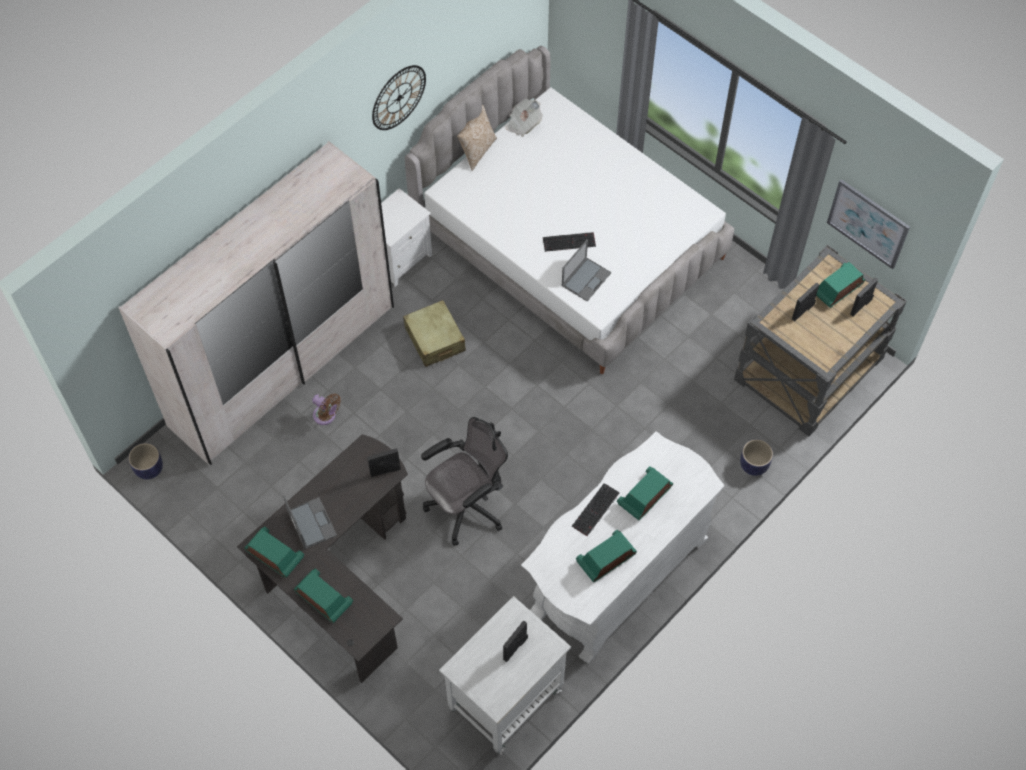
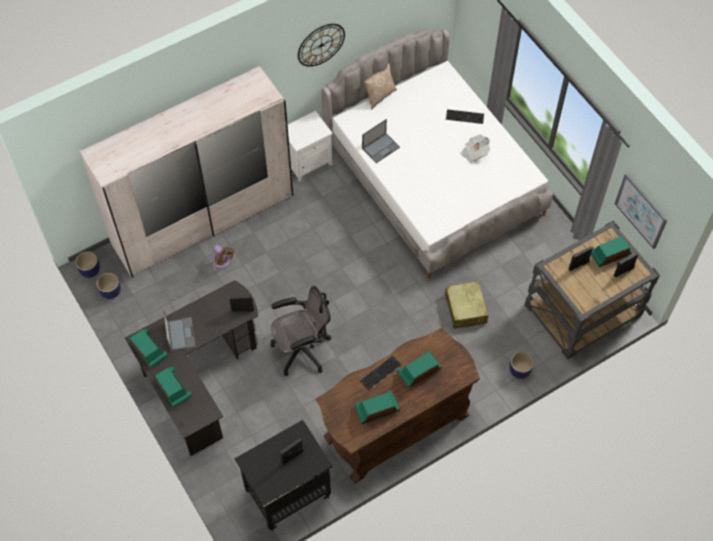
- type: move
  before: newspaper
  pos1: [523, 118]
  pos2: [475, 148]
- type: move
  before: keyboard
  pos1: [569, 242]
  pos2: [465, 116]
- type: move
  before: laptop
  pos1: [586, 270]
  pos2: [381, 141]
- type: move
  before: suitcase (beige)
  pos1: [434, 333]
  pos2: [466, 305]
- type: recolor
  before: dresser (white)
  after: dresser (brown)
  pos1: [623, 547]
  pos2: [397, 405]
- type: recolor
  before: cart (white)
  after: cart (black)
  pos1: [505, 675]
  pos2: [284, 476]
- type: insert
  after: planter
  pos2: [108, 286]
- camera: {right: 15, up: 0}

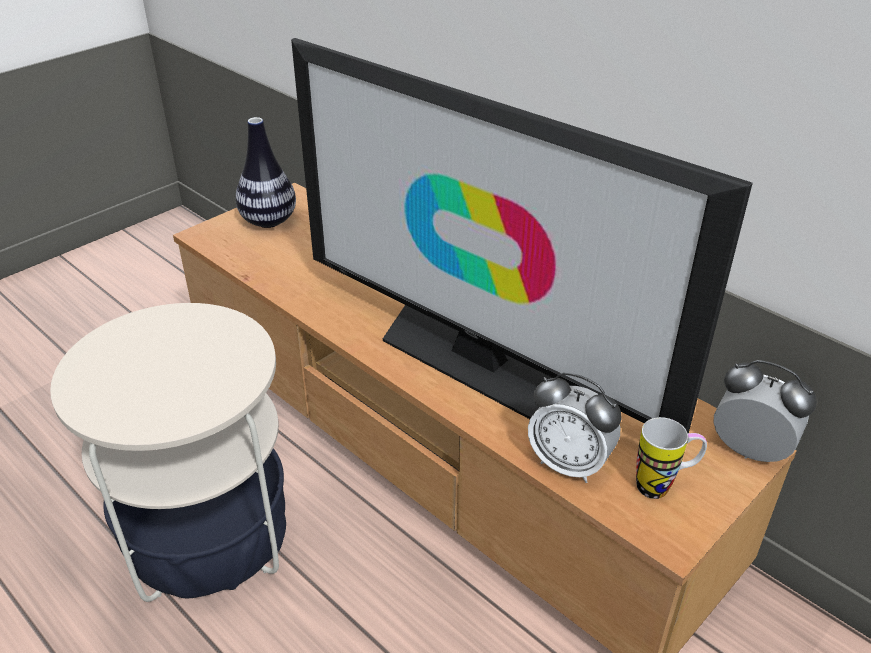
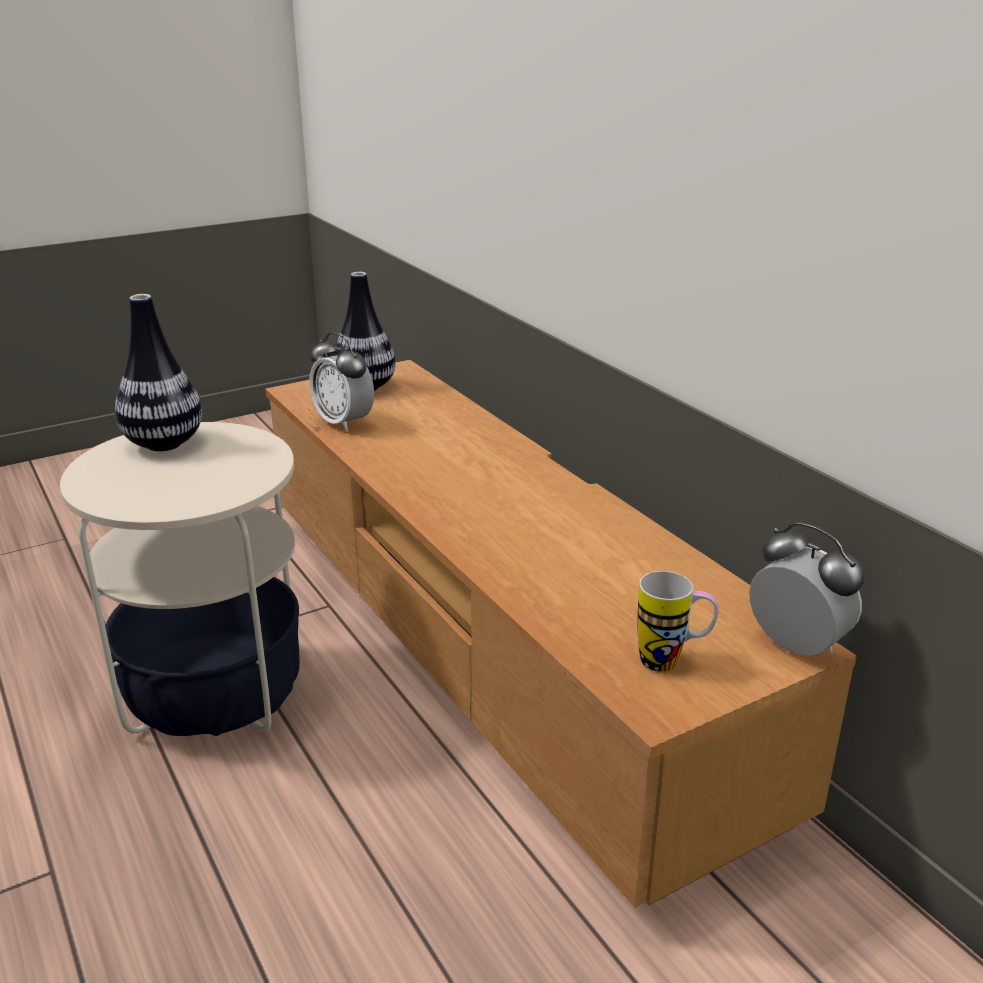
- type: delete
  before: television
  pos1: [522, 235]
- type: move
  before: alarm clock
  pos1: [575, 427]
  pos2: [341, 382]
- type: insert
  after: vase
  pos2: [158, 372]
- camera: {right: 15, up: -10}

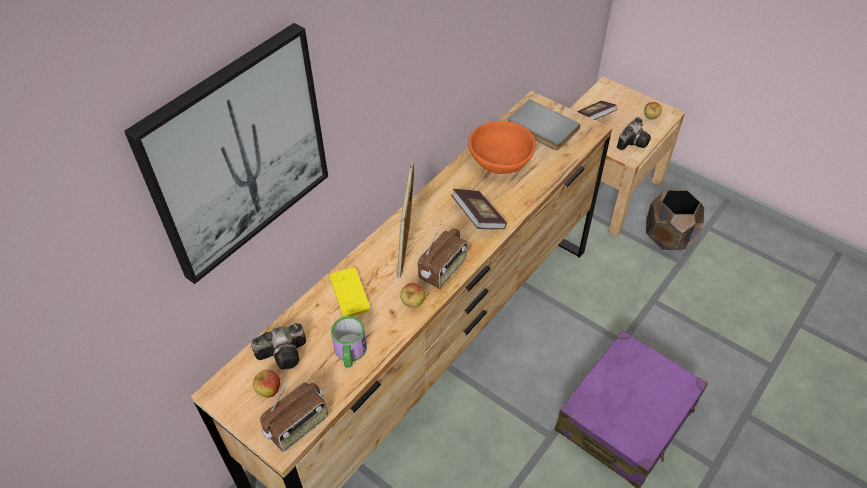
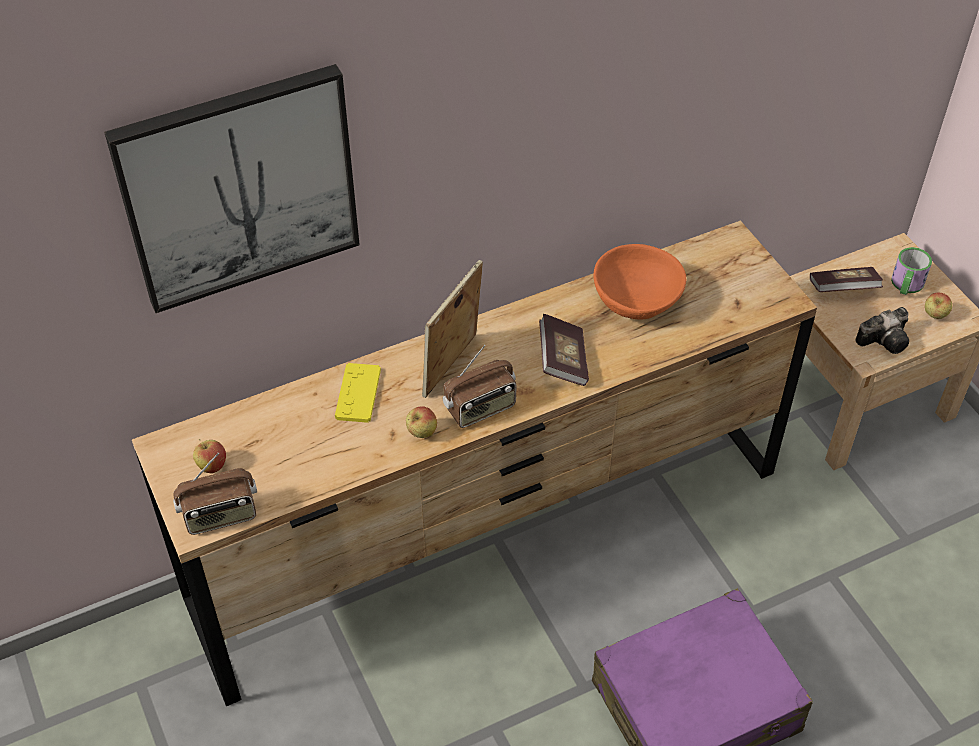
- type: delete
  before: book (grey)
  pos1: [544, 124]
- type: delete
  before: planter (brown)
  pos1: [675, 220]
- type: move
  before: mug
  pos1: [349, 342]
  pos2: [911, 271]
- type: delete
  before: photo camera
  pos1: [278, 346]
- camera: {right: 25, up: 0}

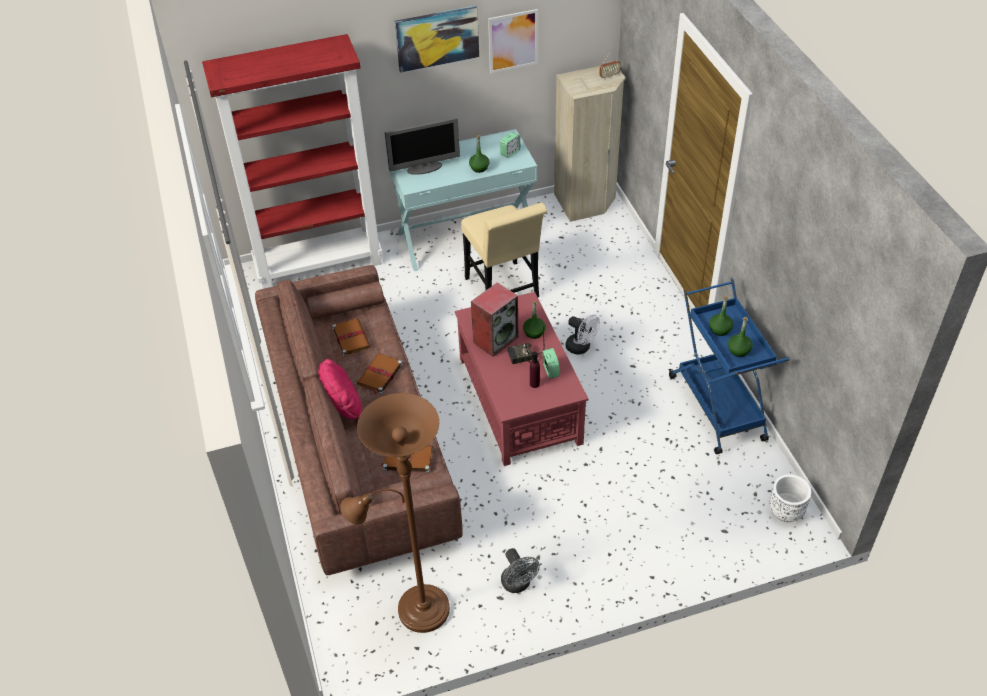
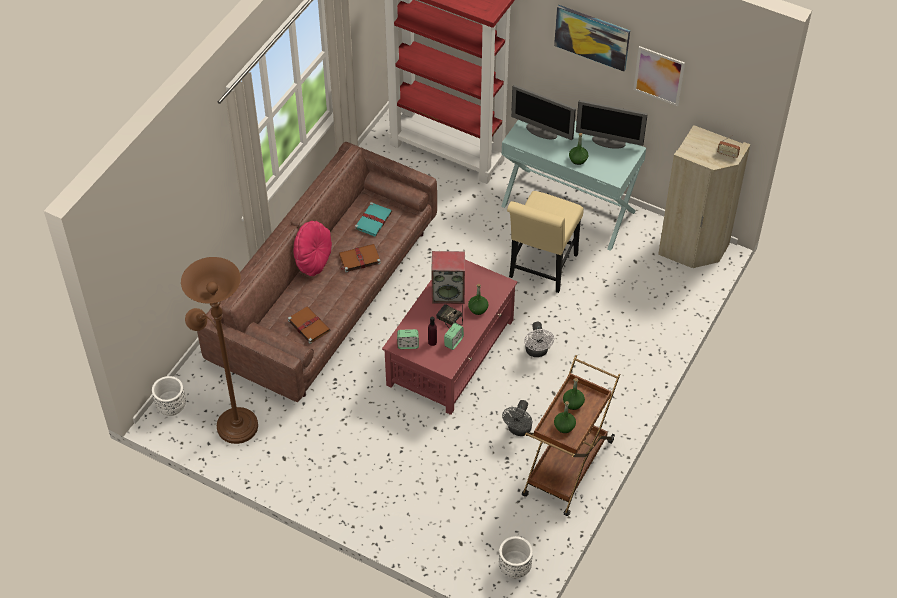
- type: move
  before: alarm clock
  pos1: [510, 145]
  pos2: [408, 339]
- type: recolor
  before: cart (blue)
  after: cart (brown)
  pos1: [729, 366]
  pos2: [571, 435]
- type: recolor
  before: book (brown)
  after: book (turquoise)
  pos1: [351, 337]
  pos2: [373, 219]
- type: move
  before: fan (grey)
  pos1: [520, 570]
  pos2: [517, 418]
- type: insert
  after: monitor
  pos2: [612, 124]
- type: insert
  after: planter (white)
  pos2: [169, 396]
- camera: {right: 45, up: 5}

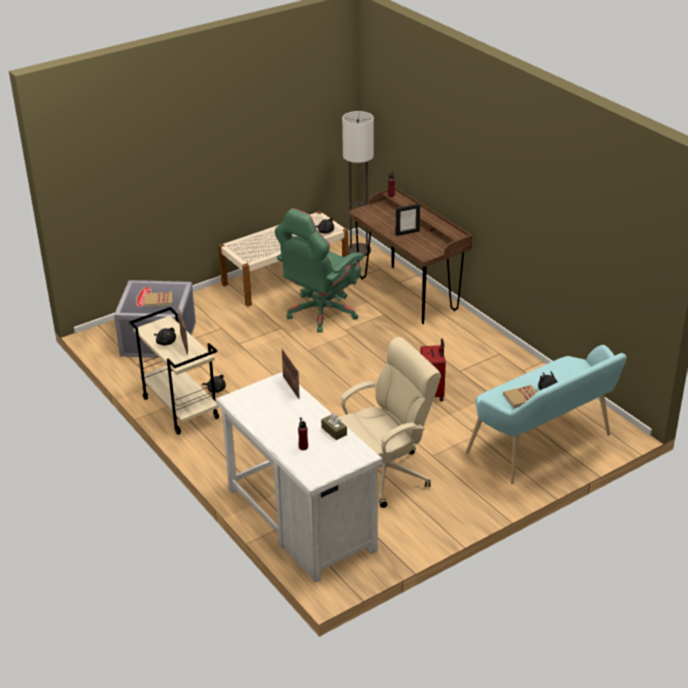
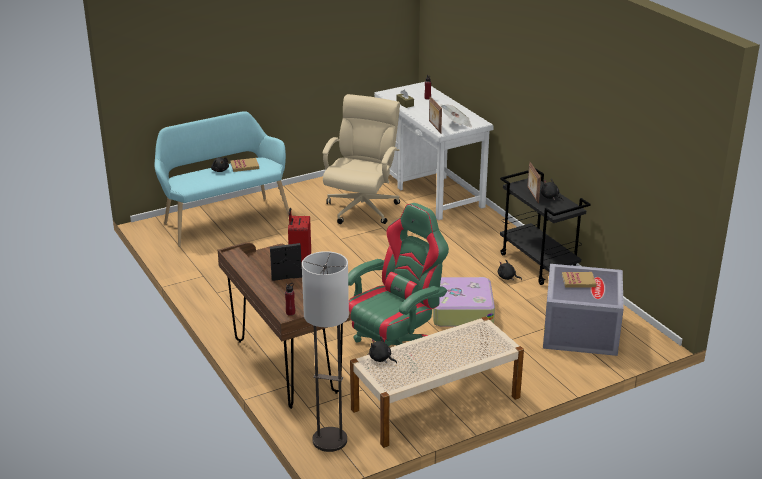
- type: recolor
  before: cart (beige)
  after: cart (black)
  pos1: [174, 371]
  pos2: [545, 226]
- type: rotate
  before: office chair (beige)
  pos1: [390, 422]
  pos2: [361, 159]
  turn: 135
- type: insert
  after: newspaper
  pos2: [456, 115]
- type: insert
  after: suitcase
  pos2: [464, 301]
- camera: {right: -175, up: -5}

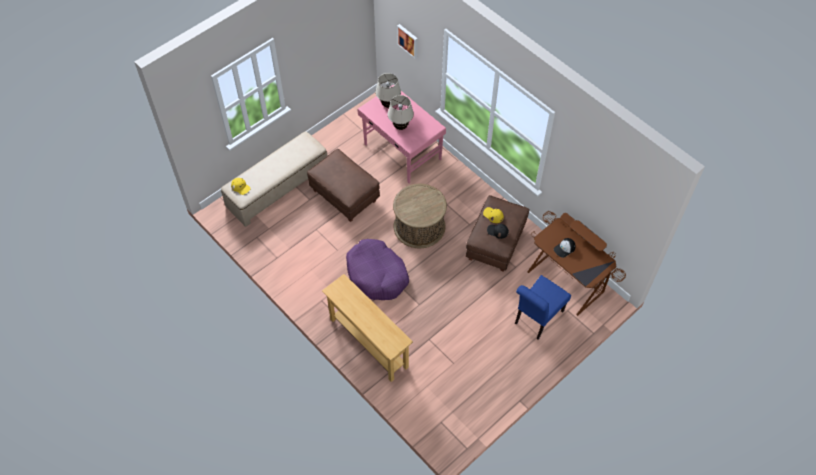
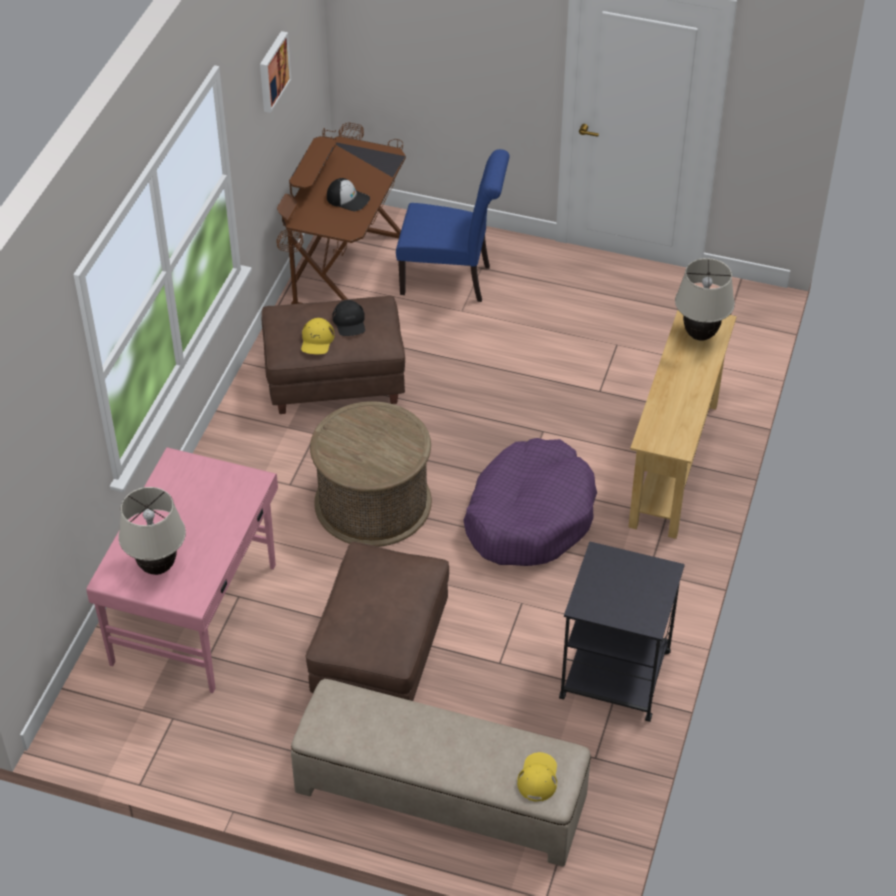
- type: move
  before: picture
  pos1: [407, 41]
  pos2: [275, 72]
- type: move
  before: table lamp (beige)
  pos1: [401, 112]
  pos2: [705, 299]
- type: insert
  after: cart (black)
  pos2: [622, 631]
- camera: {right: -120, up: -10}

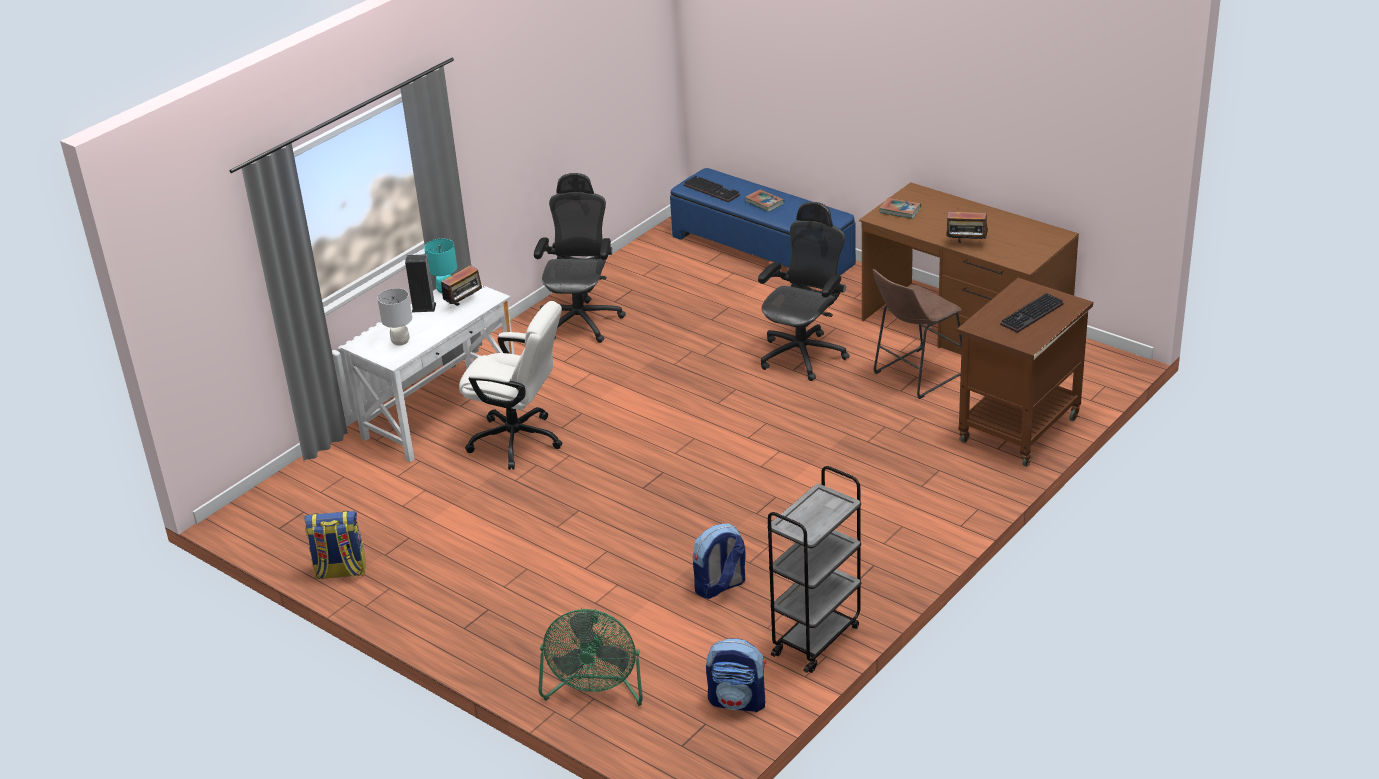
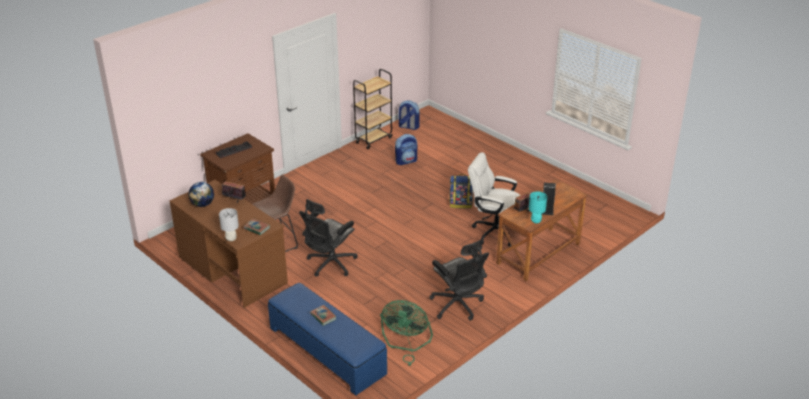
- type: rotate
  before: office chair
  pos1: [580, 258]
  pos2: [459, 280]
  turn: -45
- type: delete
  before: keyboard
  pos1: [712, 188]
- type: recolor
  before: desk (white)
  after: desk (brown)
  pos1: [427, 373]
  pos2: [542, 230]
- type: move
  before: table lamp (grey)
  pos1: [394, 317]
  pos2: [229, 224]
- type: recolor
  before: cart (grey)
  after: cart (brown)
  pos1: [814, 569]
  pos2: [372, 109]
- type: move
  before: backpack
  pos1: [335, 545]
  pos2: [461, 191]
- type: move
  before: fan (green)
  pos1: [590, 657]
  pos2: [406, 333]
- type: insert
  after: globe
  pos2: [201, 194]
- camera: {right: -175, up: 0}

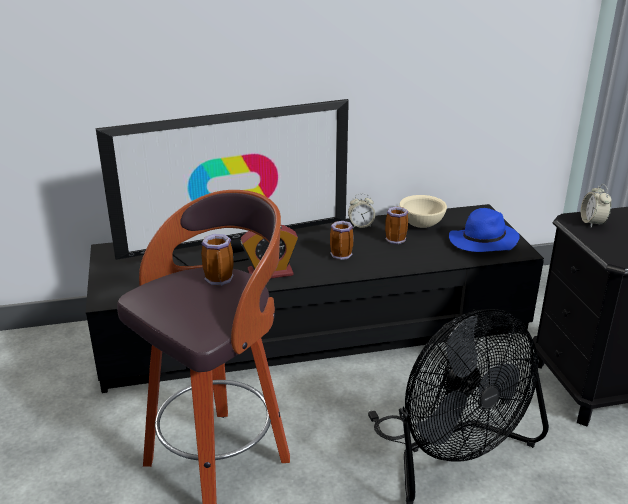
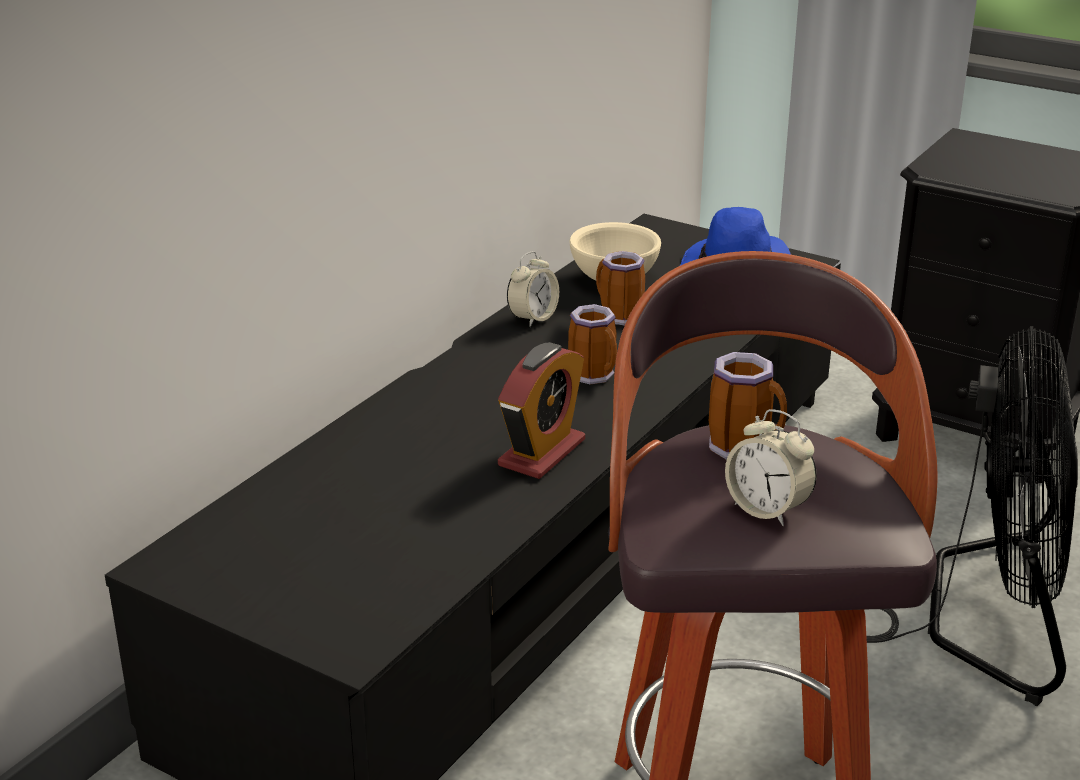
- type: delete
  before: television
  pos1: [222, 182]
- type: move
  before: alarm clock
  pos1: [596, 206]
  pos2: [771, 467]
- camera: {right: -45, up: 0}

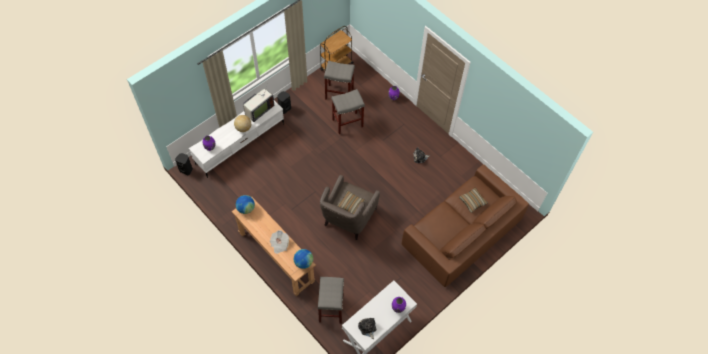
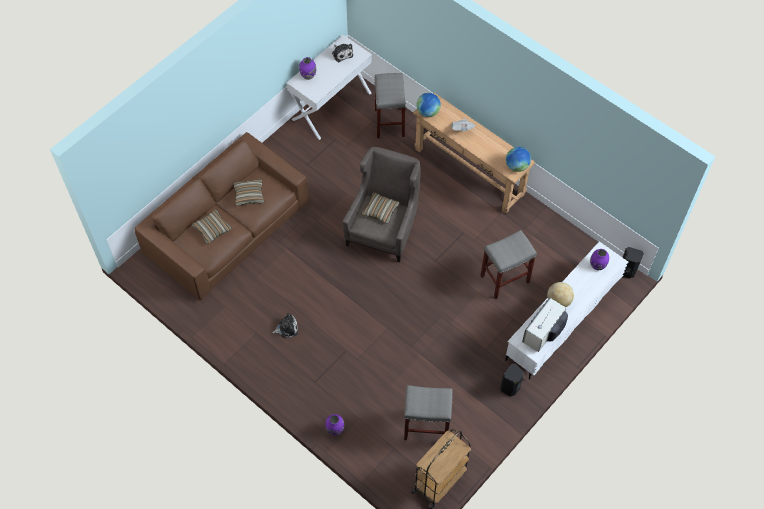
- type: move
  before: stool (grey)
  pos1: [348, 111]
  pos2: [508, 264]
- type: insert
  after: pillow
  pos2: [248, 192]
- camera: {right: 175, up: 0}

